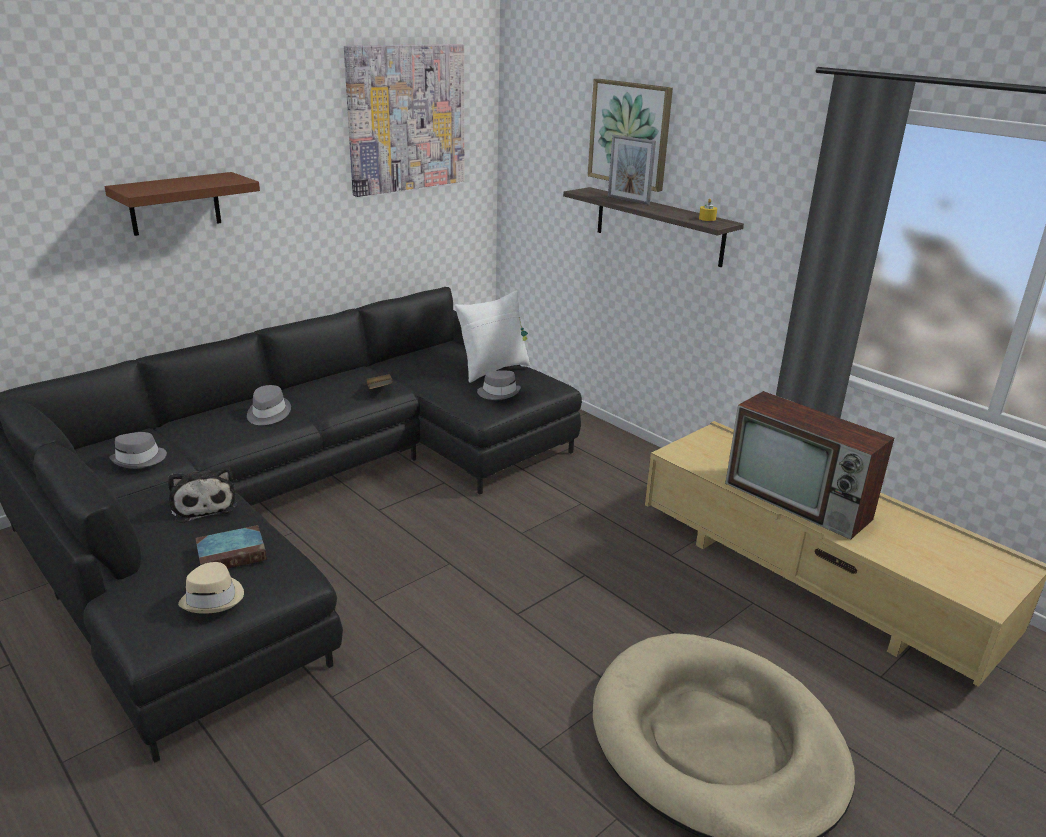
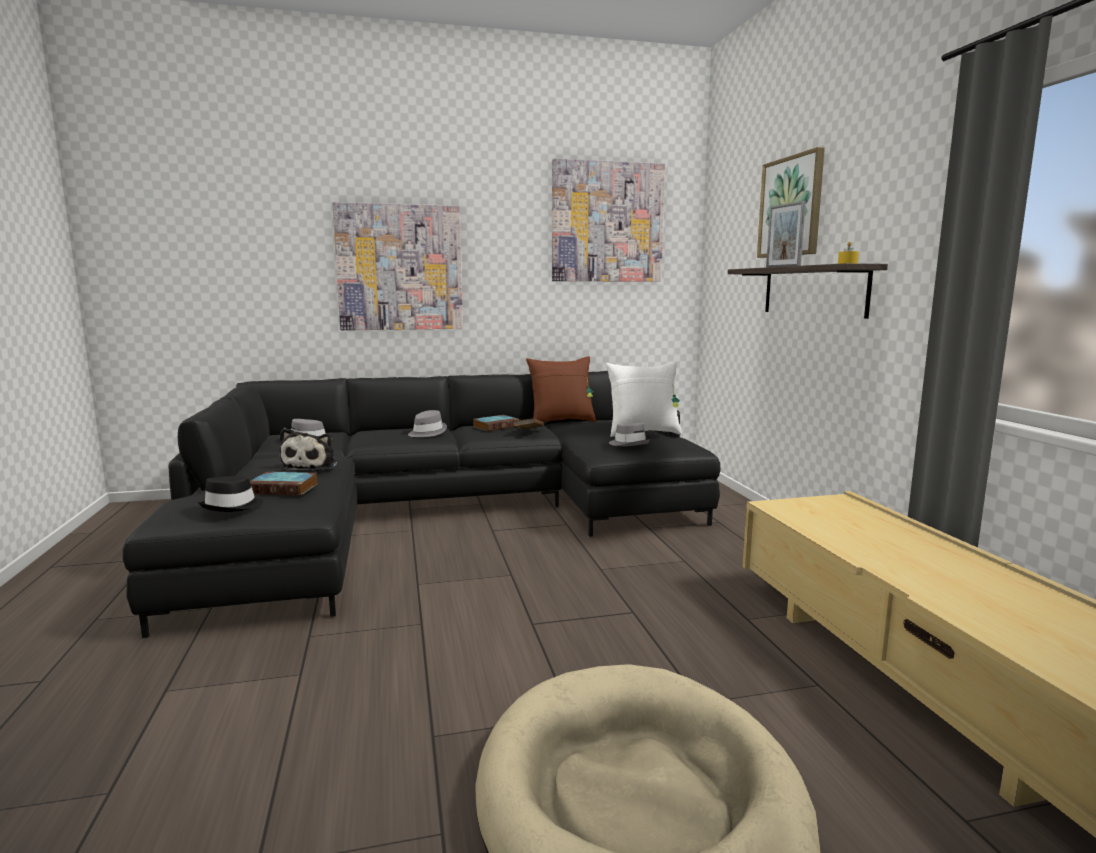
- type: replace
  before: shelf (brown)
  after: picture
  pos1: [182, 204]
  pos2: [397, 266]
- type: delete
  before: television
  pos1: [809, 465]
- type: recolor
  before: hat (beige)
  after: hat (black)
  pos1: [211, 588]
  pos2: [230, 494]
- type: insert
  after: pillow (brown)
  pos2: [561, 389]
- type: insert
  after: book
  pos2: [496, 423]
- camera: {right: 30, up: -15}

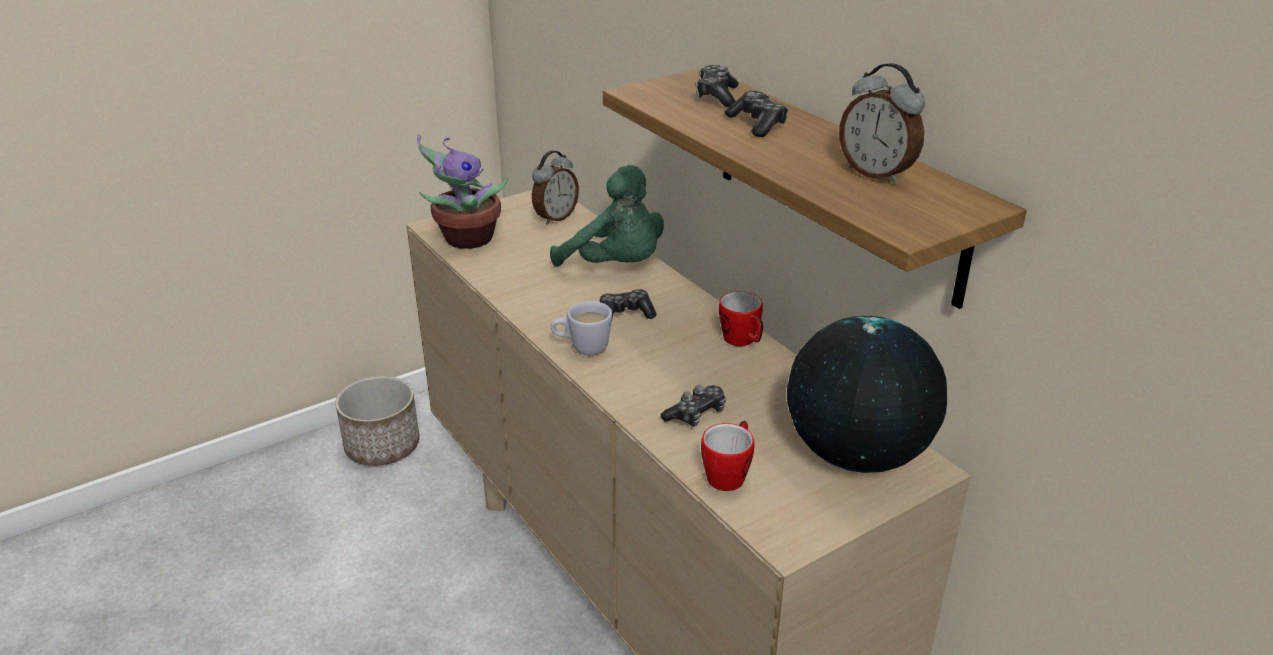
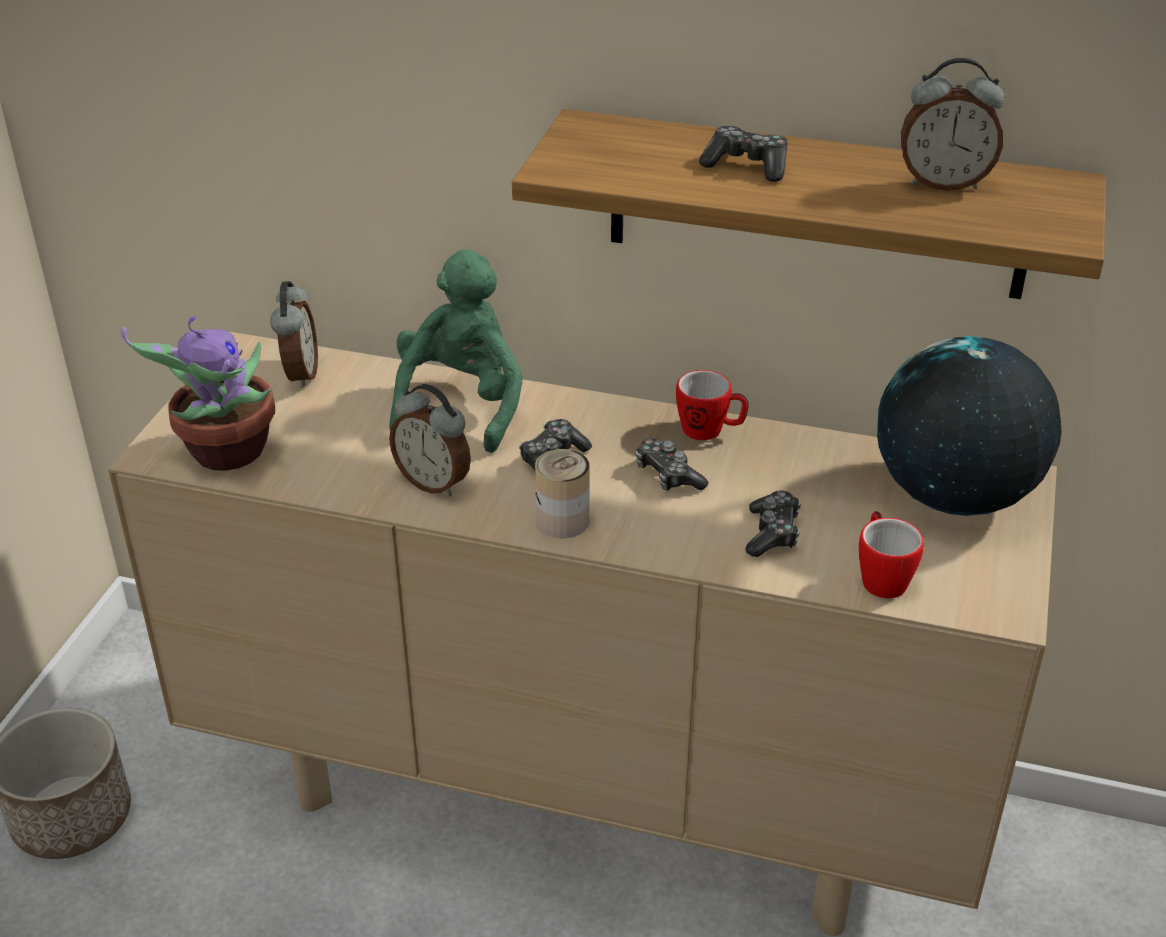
- type: move
  before: game controller
  pos1: [717, 86]
  pos2: [671, 464]
- type: rotate
  before: plush toy (green)
  pos1: [607, 215]
  pos2: [456, 351]
  turn: -75
- type: replace
  before: mug (white)
  after: can
  pos1: [581, 328]
  pos2: [562, 493]
- type: insert
  after: alarm clock
  pos2: [430, 440]
- camera: {right: -40, up: 5}

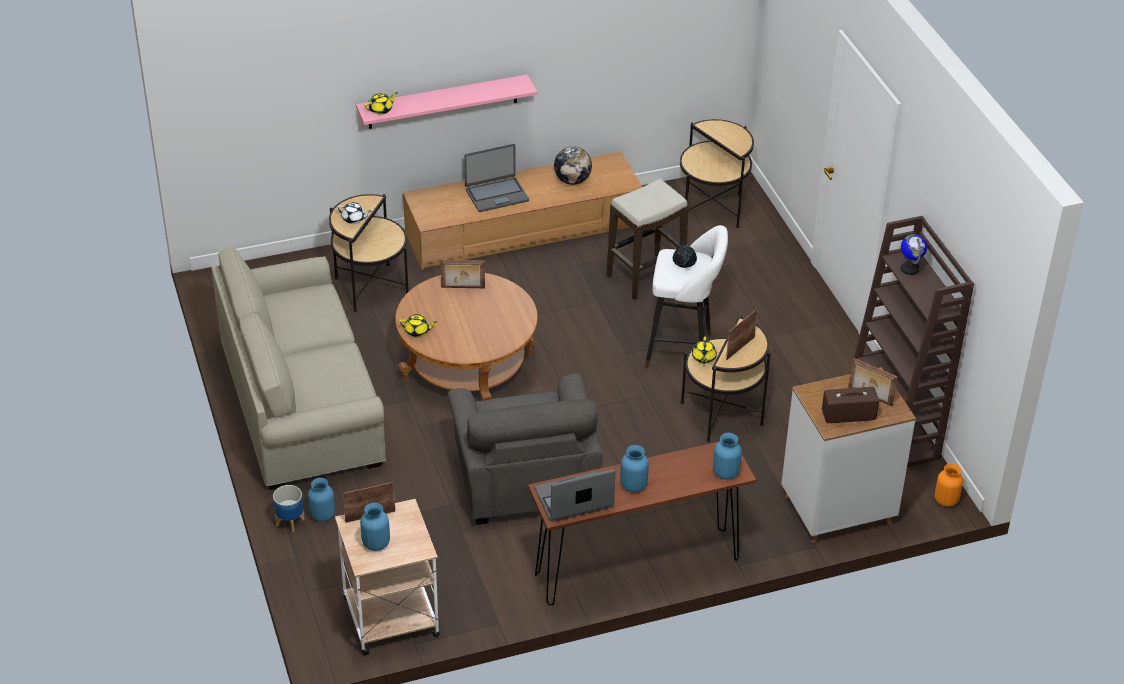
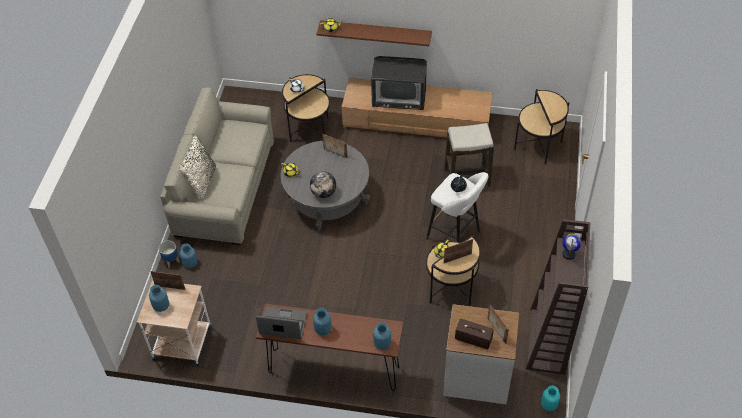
- type: recolor
  before: shelf (pink)
  after: shelf (brown)
  pos1: [446, 102]
  pos2: [374, 33]
- type: replace
  before: laptop
  after: television
  pos1: [496, 178]
  pos2: [399, 83]
- type: move
  before: globe
  pos1: [573, 165]
  pos2: [323, 184]
- type: recolor
  before: coffee table (brown)
  after: coffee table (grey)
  pos1: [466, 337]
  pos2: [325, 186]
- type: delete
  before: armchair (grey)
  pos1: [525, 449]
- type: recolor
  before: vase (orange)
  after: vase (turquoise)
  pos1: [949, 485]
  pos2: [550, 398]
- type: insert
  after: pillow (beige)
  pos2: [197, 167]
- camera: {right: 30, up: 10}

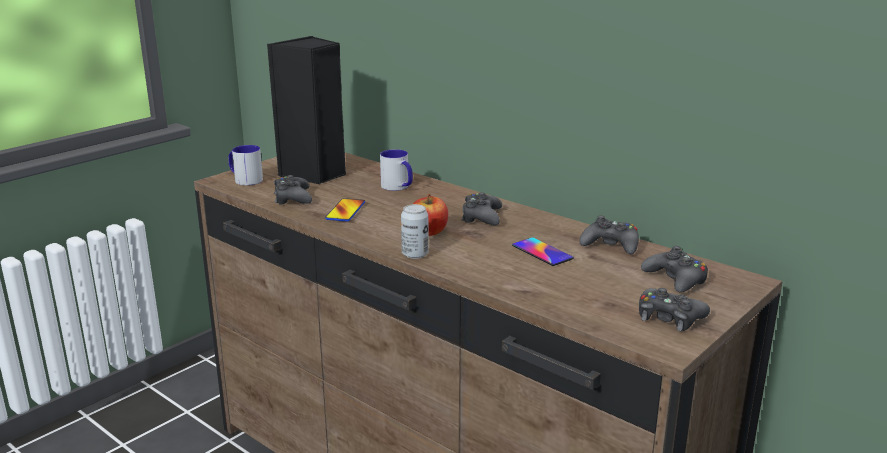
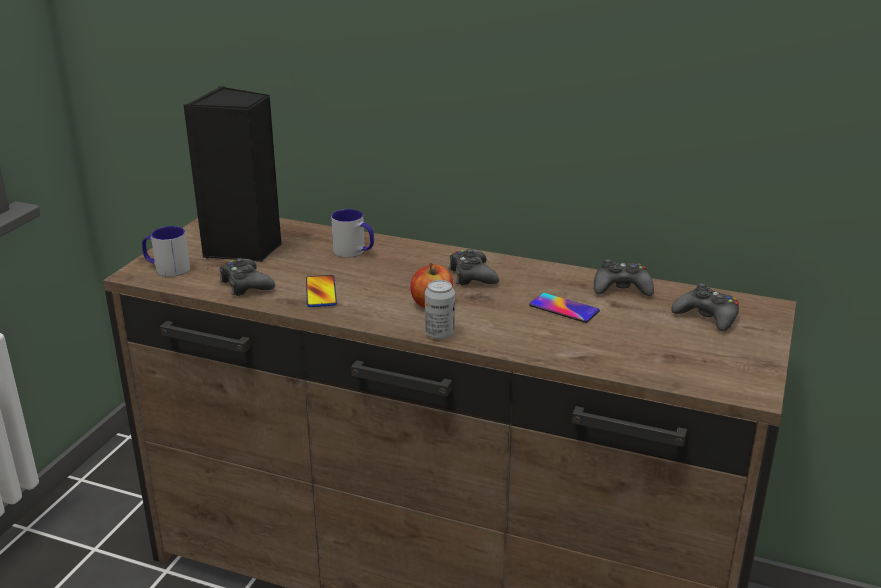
- type: delete
  before: game controller (black)
  pos1: [674, 309]
- camera: {right: -20, up: 5}

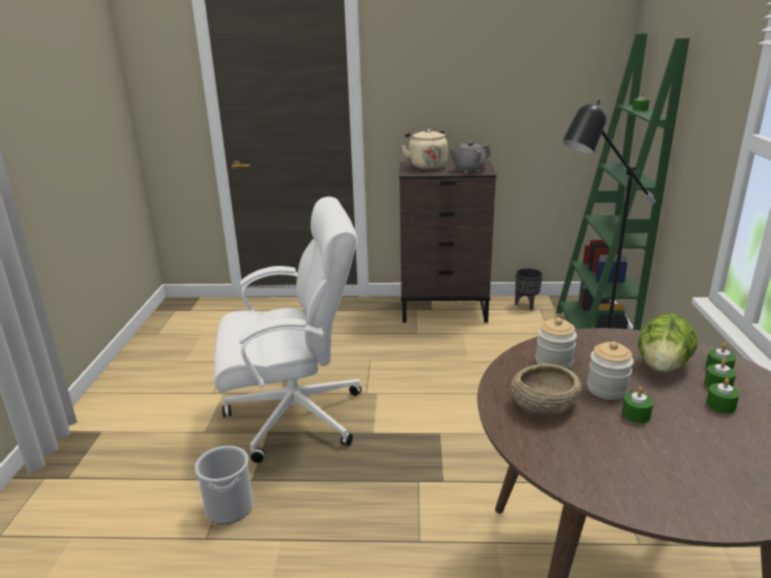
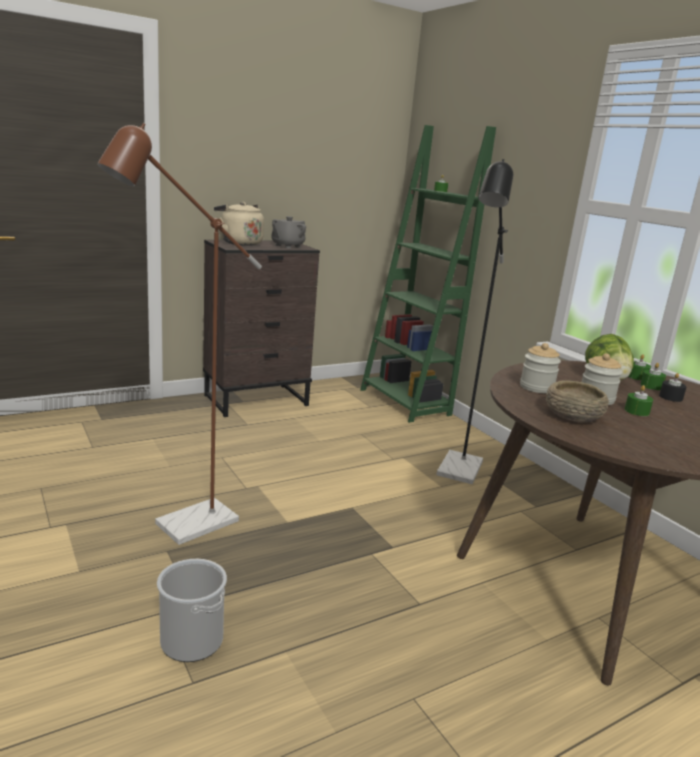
- type: replace
  before: office chair (white)
  after: floor lamp (brown)
  pos1: [288, 330]
  pos2: [179, 334]
- type: delete
  before: planter (black)
  pos1: [529, 289]
- type: recolor
  before: candle (green)
  after: candle (black)
  pos1: [723, 396]
  pos2: [673, 387]
- camera: {right: -35, up: -5}

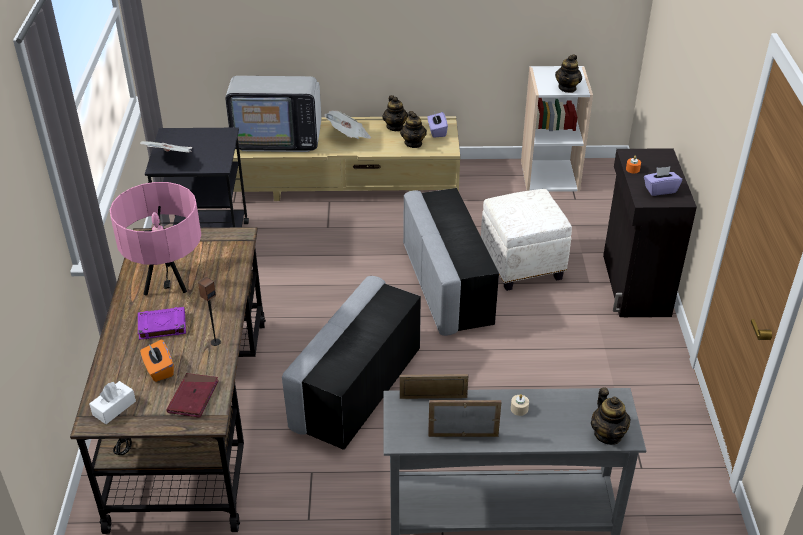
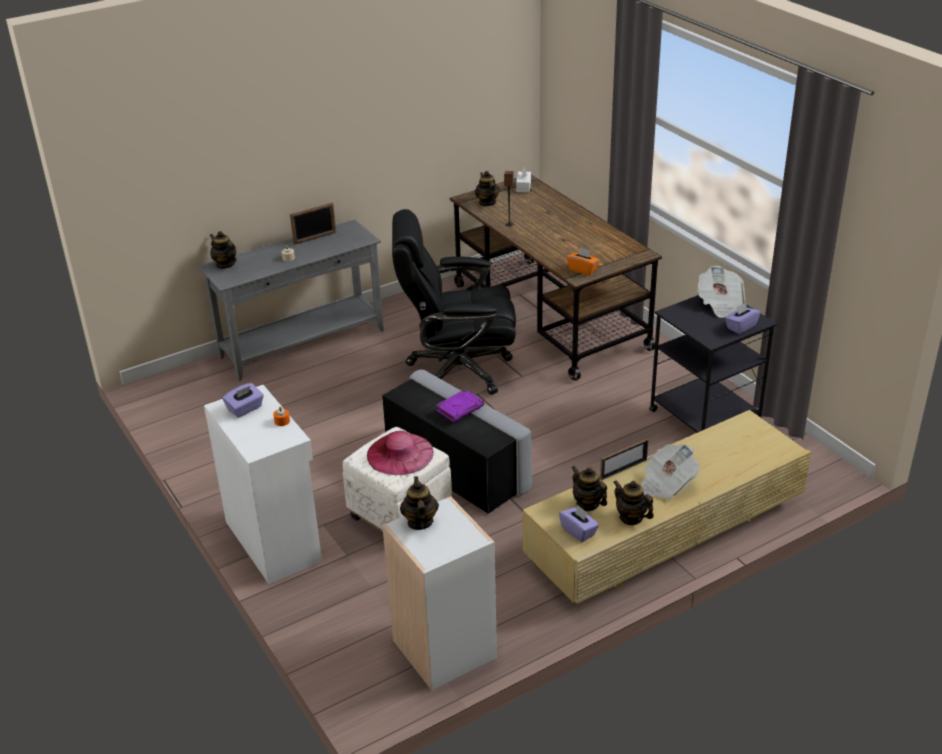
- type: delete
  before: television
  pos1: [273, 114]
- type: recolor
  before: cabinet (black)
  after: cabinet (white)
  pos1: [650, 232]
  pos2: [263, 484]
- type: delete
  before: table lamp (pink)
  pos1: [155, 238]
- type: replace
  before: ottoman (grey)
  after: office chair (black)
  pos1: [351, 363]
  pos2: [454, 302]
- type: move
  before: book (purple)
  pos1: [162, 323]
  pos2: [460, 405]
- type: move
  before: tissue box (orange)
  pos1: [157, 360]
  pos2: [583, 261]
- type: replace
  before: book (red)
  after: teapot
  pos1: [192, 395]
  pos2: [487, 188]
- type: move
  before: picture frame
  pos1: [434, 386]
  pos2: [624, 460]
- type: insert
  after: tissue box (purple)
  pos2: [743, 318]
- type: insert
  after: hat (pink)
  pos2: [400, 453]
- camera: {right: 150, up: -5}

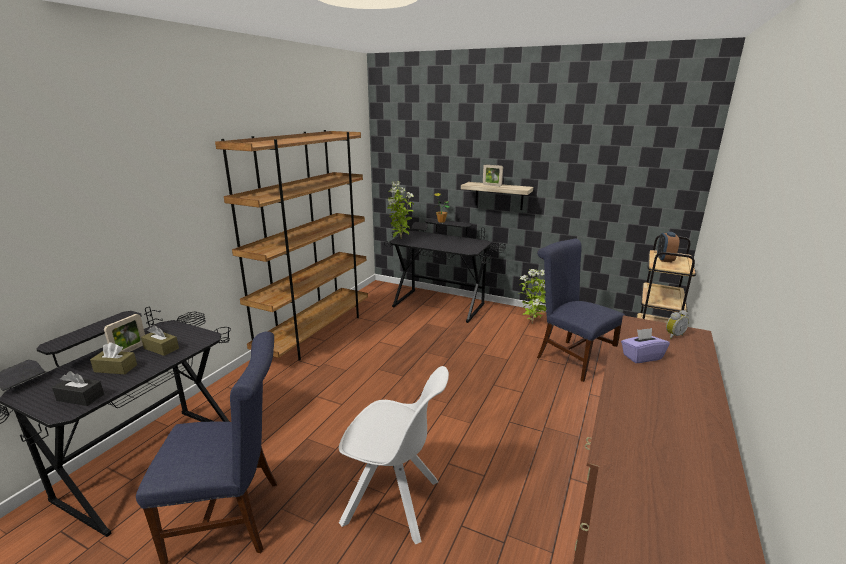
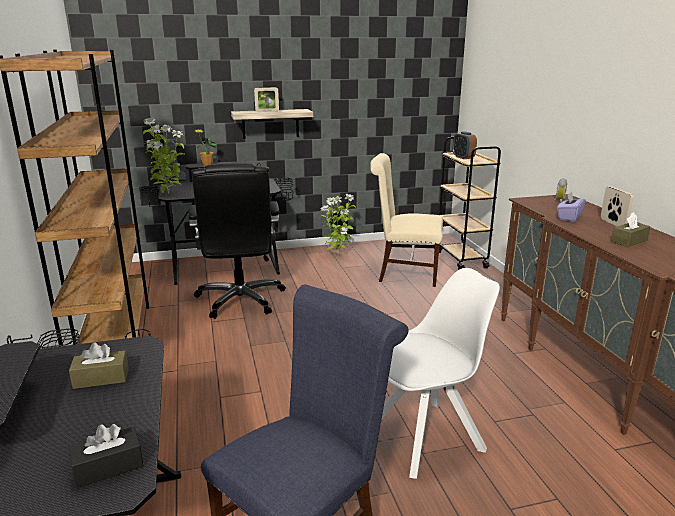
- type: recolor
  before: chair (blue)
  after: chair (beige)
  pos1: [581, 310]
  pos2: [406, 220]
- type: move
  before: picture frame
  pos1: [124, 333]
  pos2: [617, 206]
- type: move
  before: tissue box (brown)
  pos1: [113, 358]
  pos2: [630, 229]
- type: insert
  after: office chair (black)
  pos2: [237, 241]
- camera: {right: -40, up: 0}

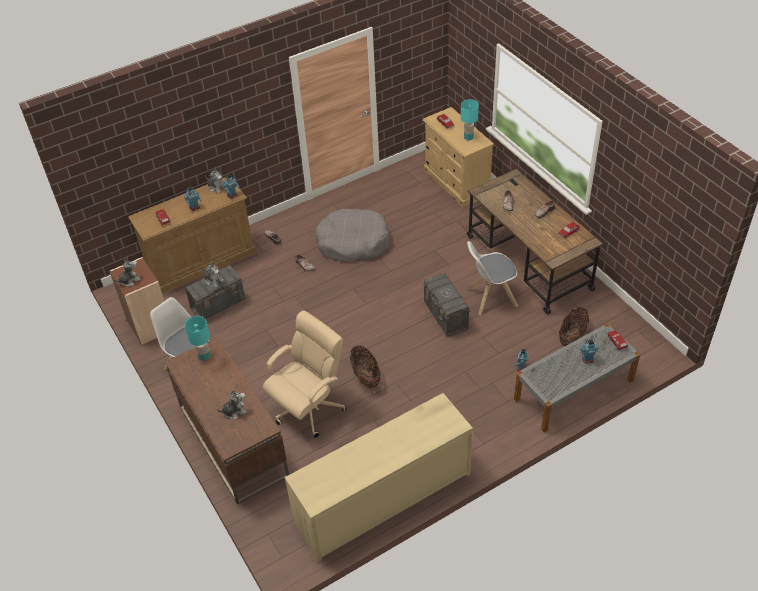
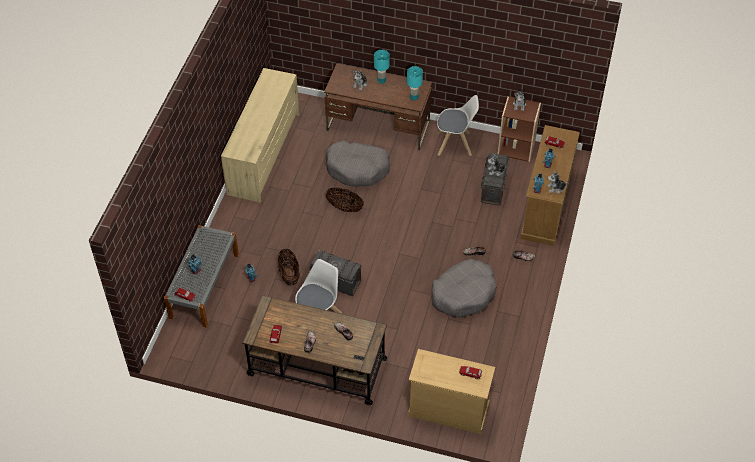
- type: move
  before: table lamp (turquoise)
  pos1: [470, 119]
  pos2: [382, 67]
- type: move
  before: basket
  pos1: [574, 326]
  pos2: [289, 267]
- type: replace
  before: office chair (beige)
  after: dog bed (grey)
  pos1: [304, 374]
  pos2: [358, 163]
- camera: {right: 135, up: 5}

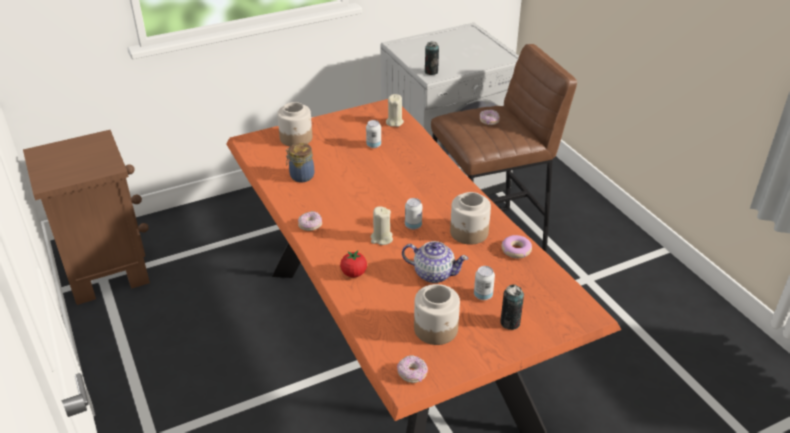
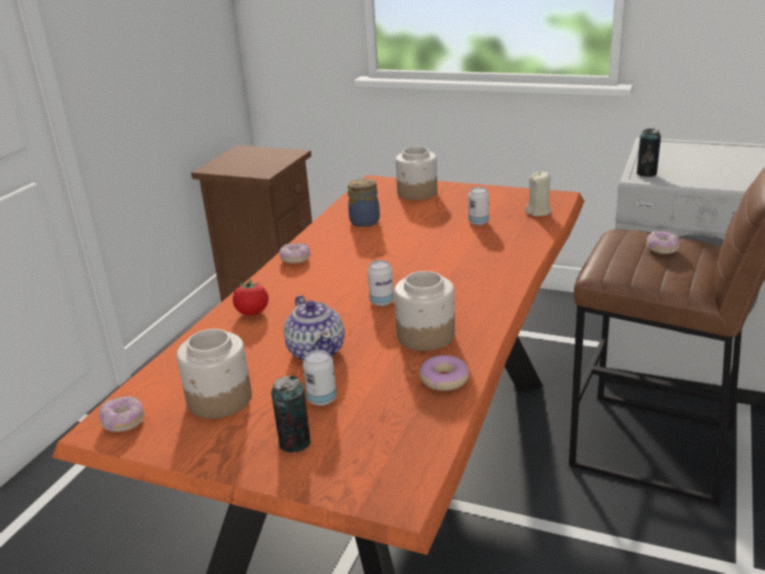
- type: delete
  before: candle (beige)
  pos1: [382, 226]
- camera: {right: 50, up: -10}

